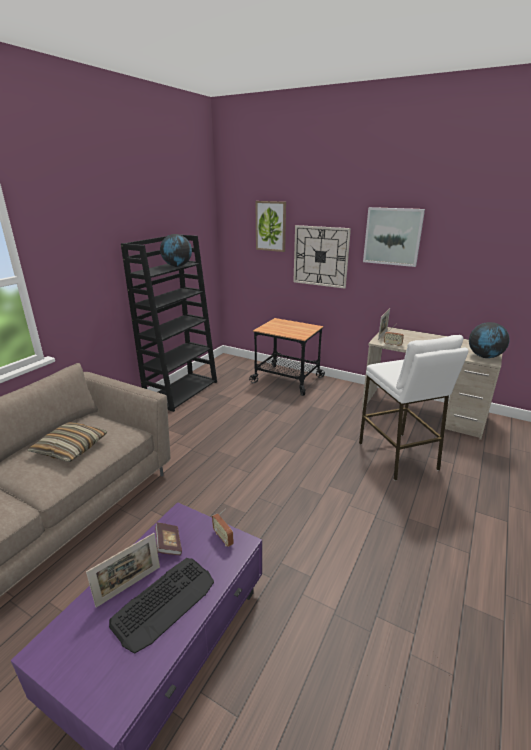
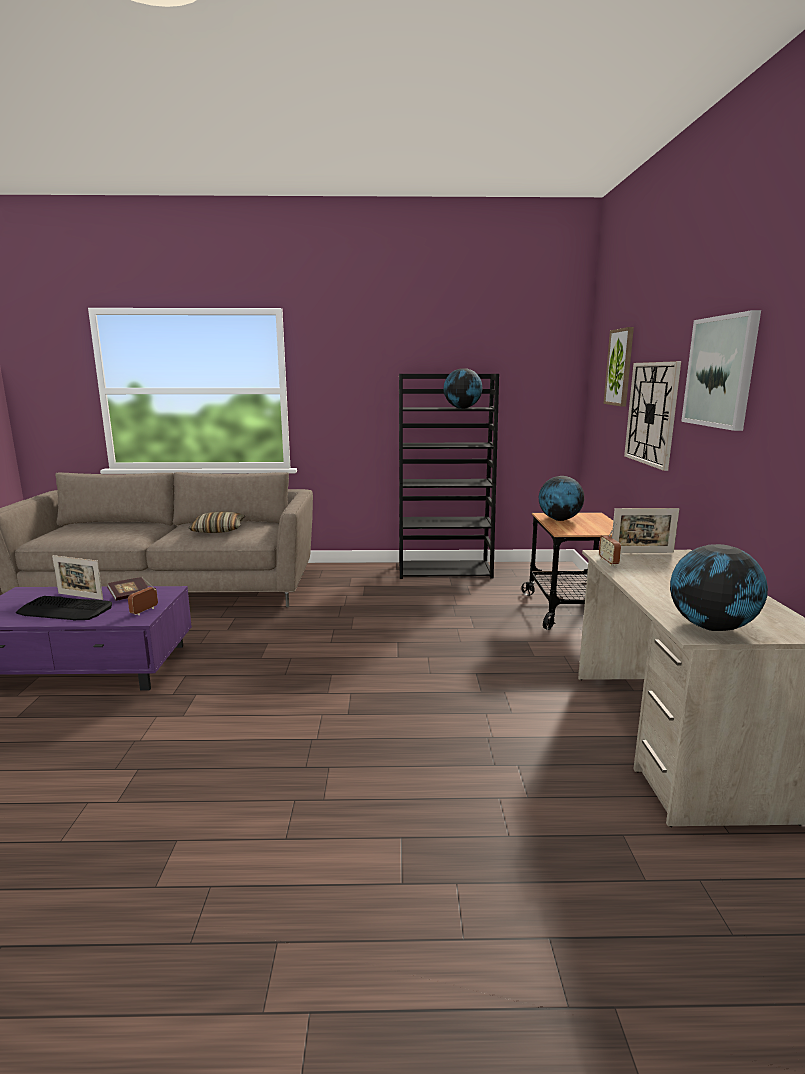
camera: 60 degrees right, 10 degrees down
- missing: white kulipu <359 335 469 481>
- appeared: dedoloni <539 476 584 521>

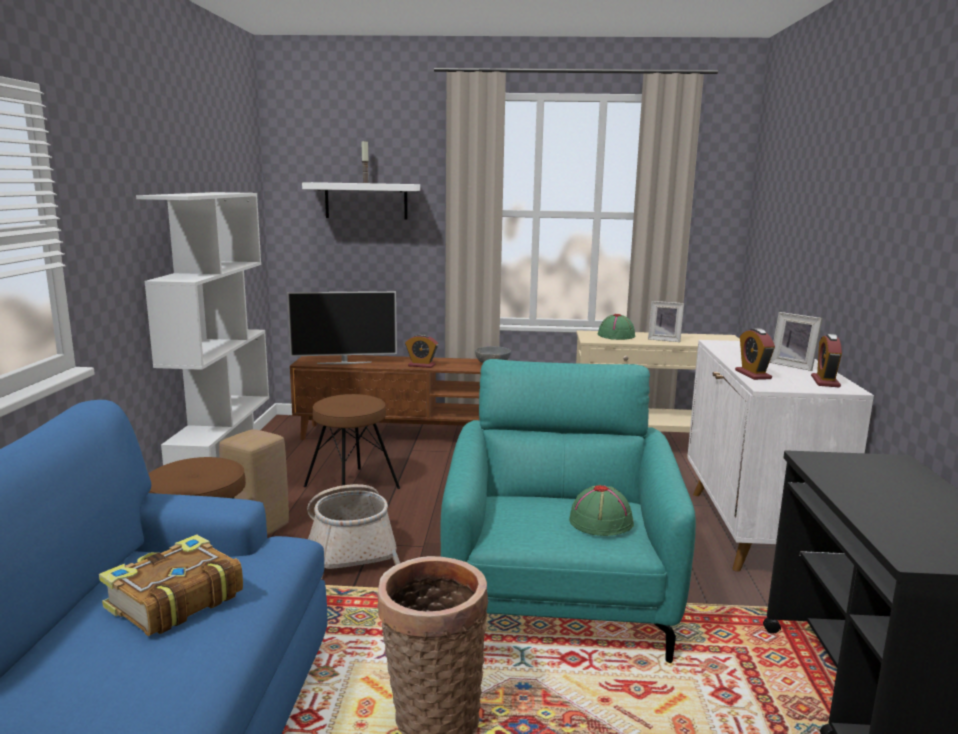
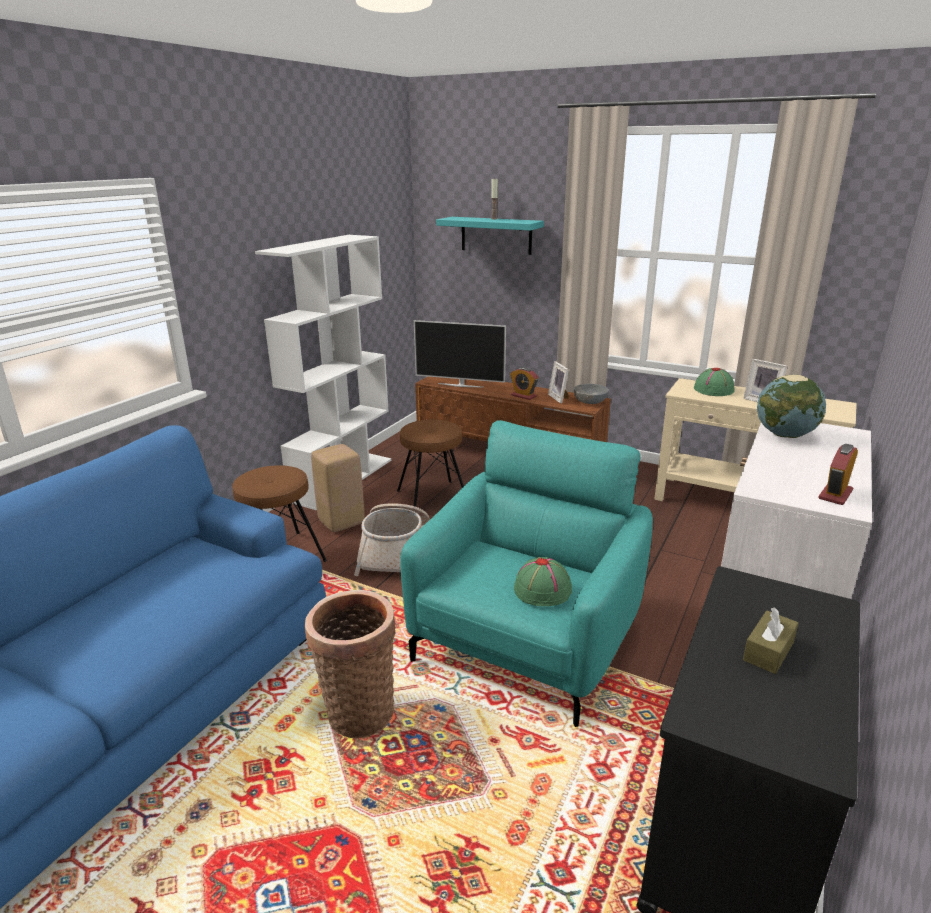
camera: 25 degrees right, 10 degrees up
- missing: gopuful <99 534 243 636>
- colour: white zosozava <302 182 420 220> to turquoise zosozava <436 217 544 255>
- missing: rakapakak <735 328 775 380>
- relocated: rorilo <769 312 823 371> to <548 361 569 404>
- appeared: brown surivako <743 607 798 674>
- appeared: dedoloni <757 375 826 438>

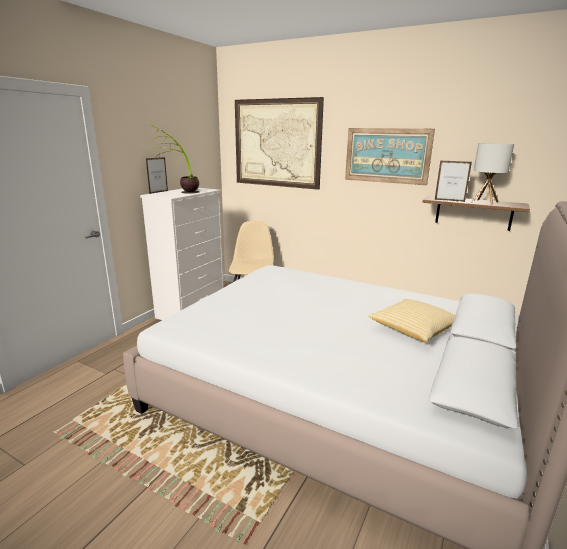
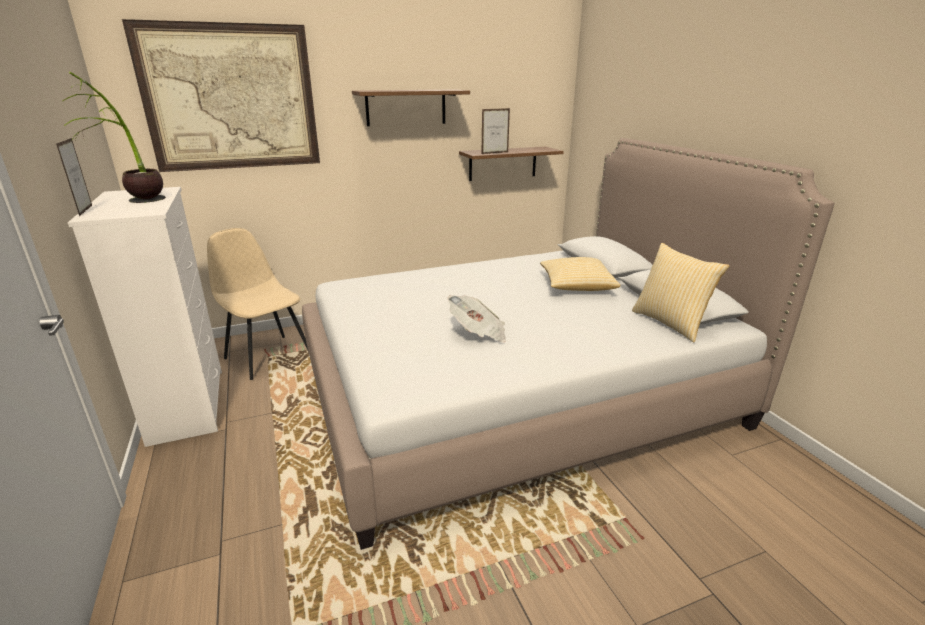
camera: 50 degrees left, 5 degrees up
- exchanged: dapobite <345 128 435 185> to zosozava <352 89 470 126>
- missing: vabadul <471 143 514 205>
- appeared: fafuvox <448 295 506 342>
- appeared: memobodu <632 243 730 342>

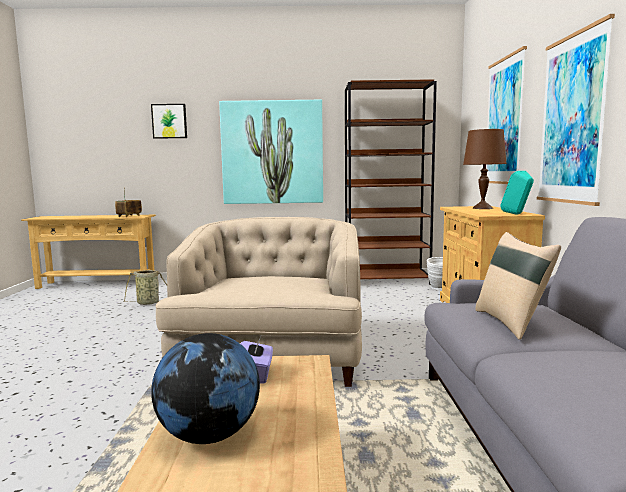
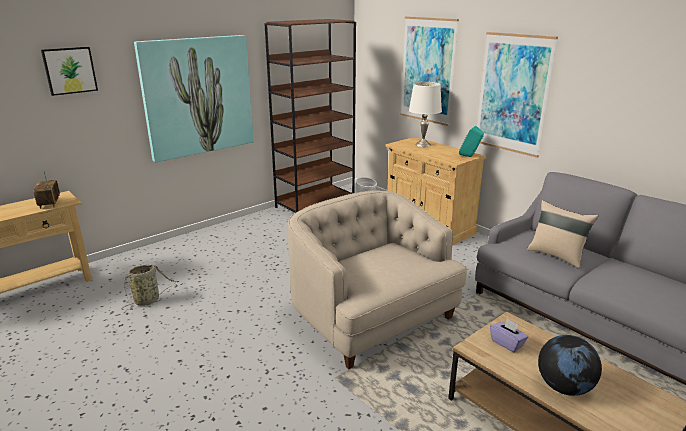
camera: 40 degrees left, 15 degrees up
- colour: brown vabadul <463 129 507 209> to white vabadul <409 82 442 147>

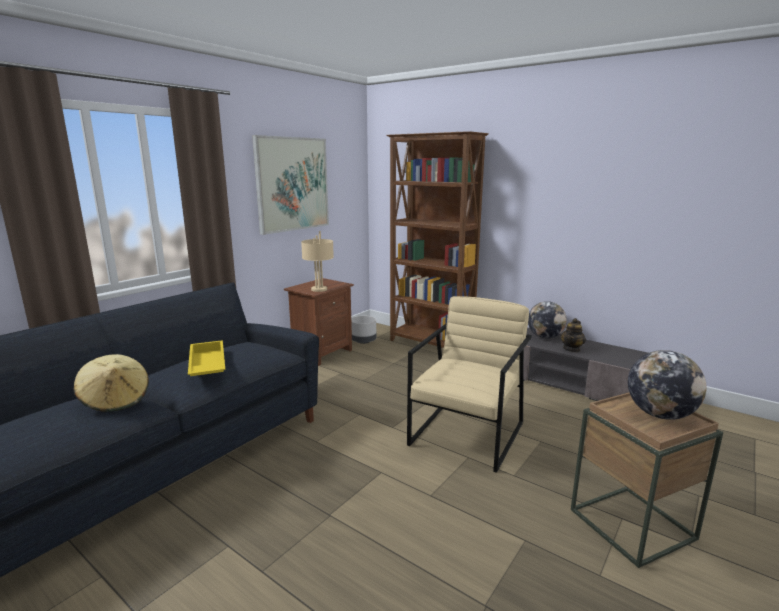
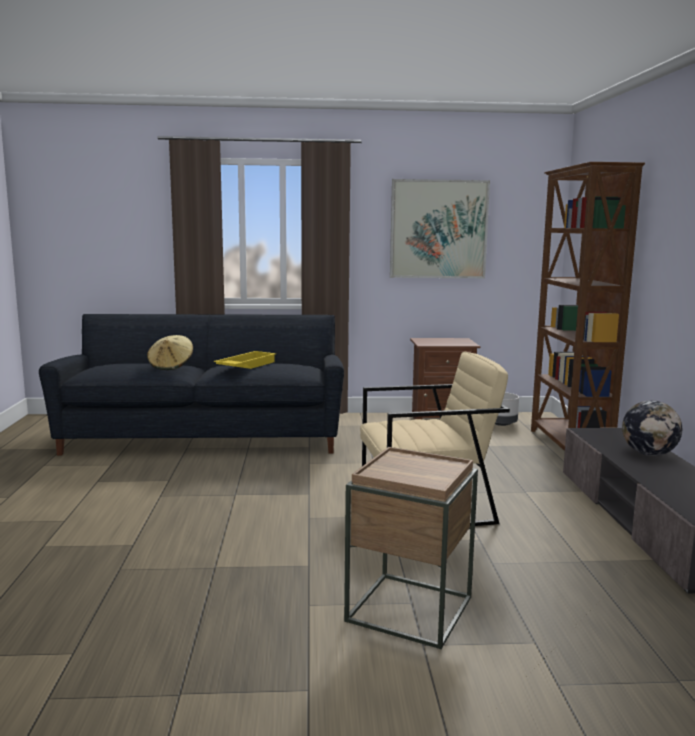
camera: 50 degrees right, 5 degrees down
- missing: beige vabadul <301 231 334 292>
- missing: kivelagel <560 318 586 353>
- missing: dedoloni <628 350 707 420>

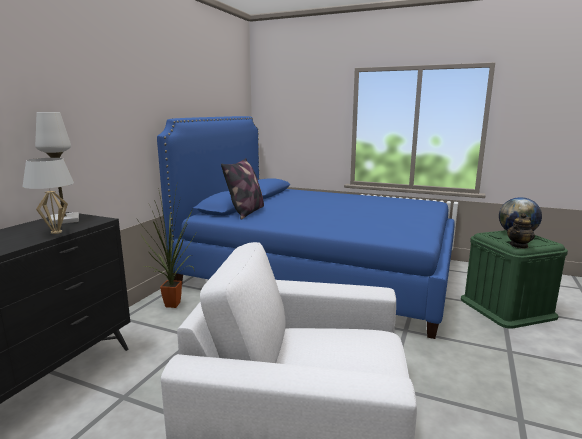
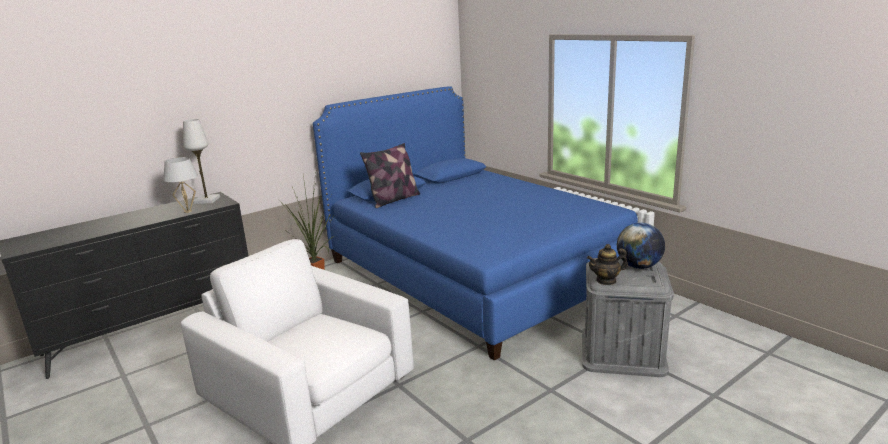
camera: 30 degrees right, 5 degrees up
- colour: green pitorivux <461 230 568 329> to grey pitorivux <582 258 674 377>

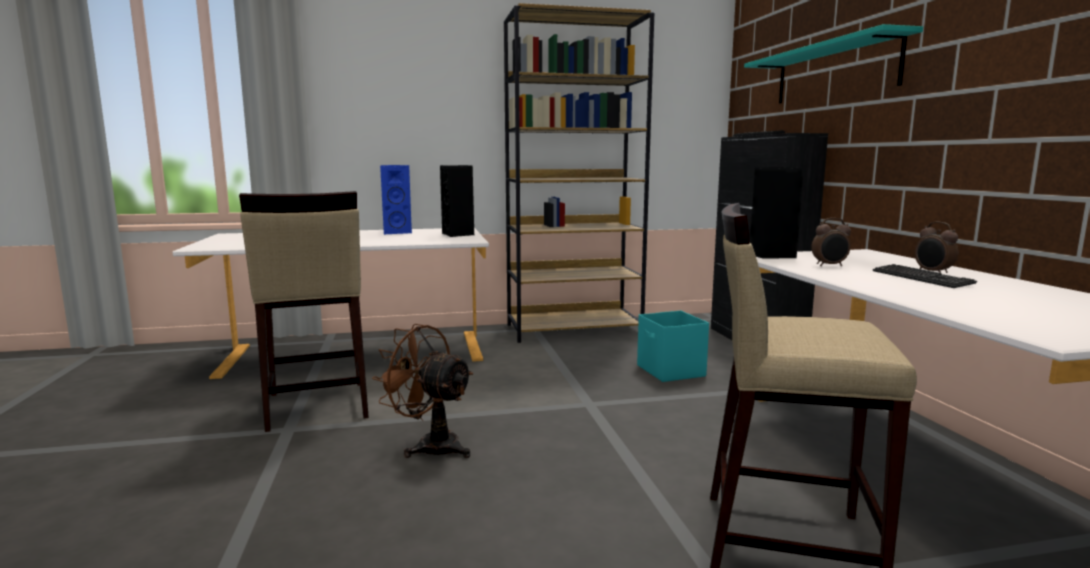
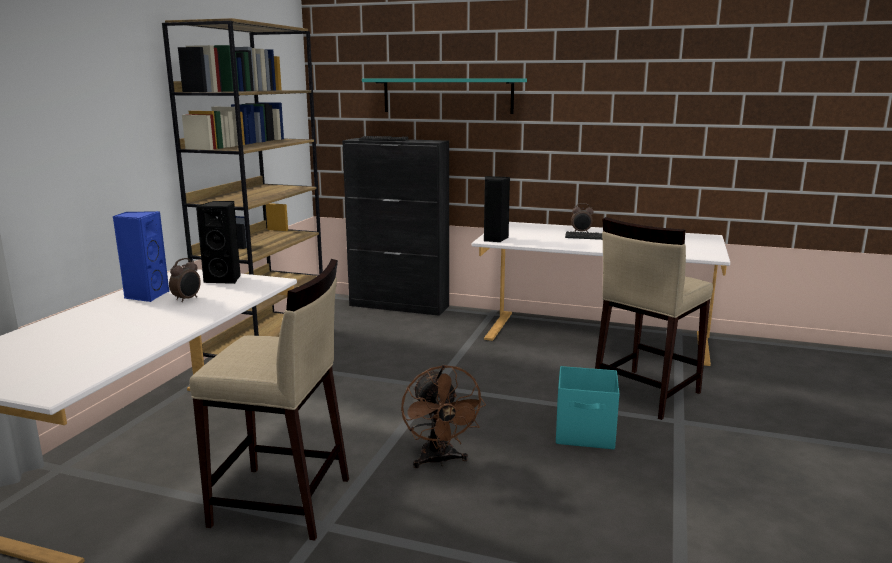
camera: 60 degrees left, 5 degrees up
- spun: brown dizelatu <372 324 473 458> = <401 365 486 468> 75 degrees counterclockwise
- relocated: turquoise pitorivux <637 311 709 382> to <556 366 620 449>
- relocated: rakapakak <811 218 851 266> to <169 258 201 302>

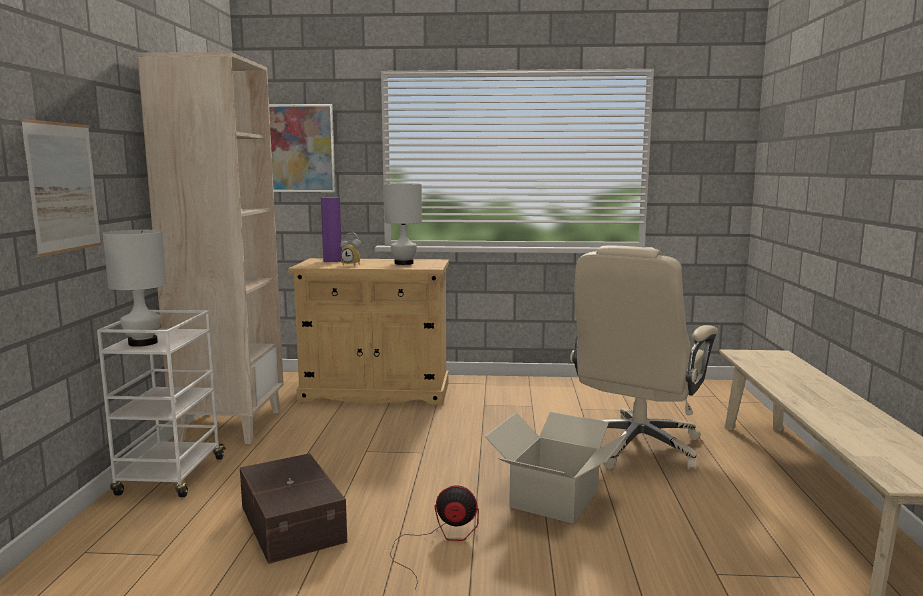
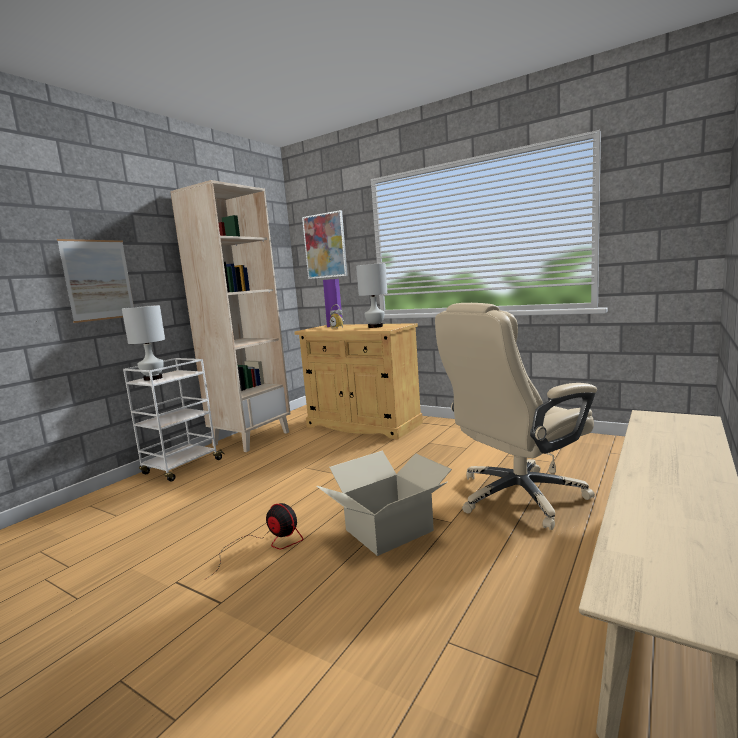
camera: 30 degrees right, 0 degrees up
- missing: brown pitorivux <240 453 347 564>

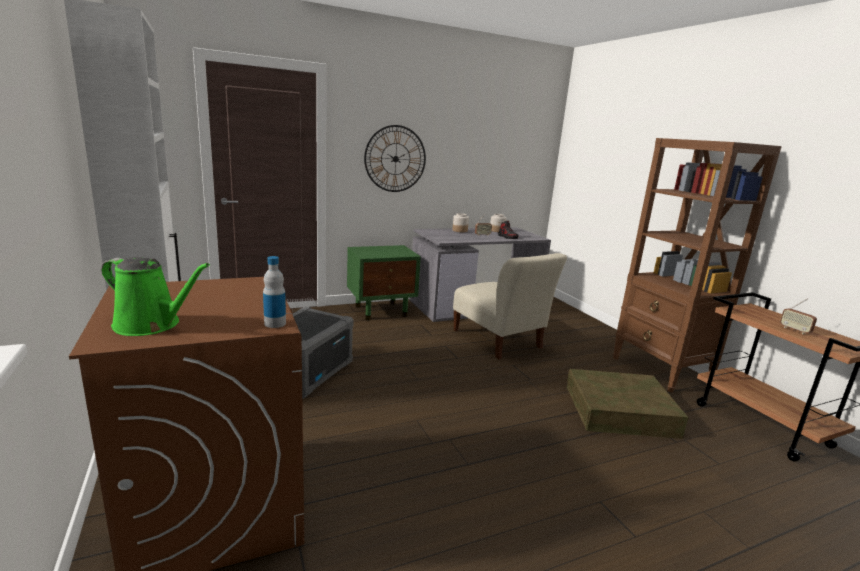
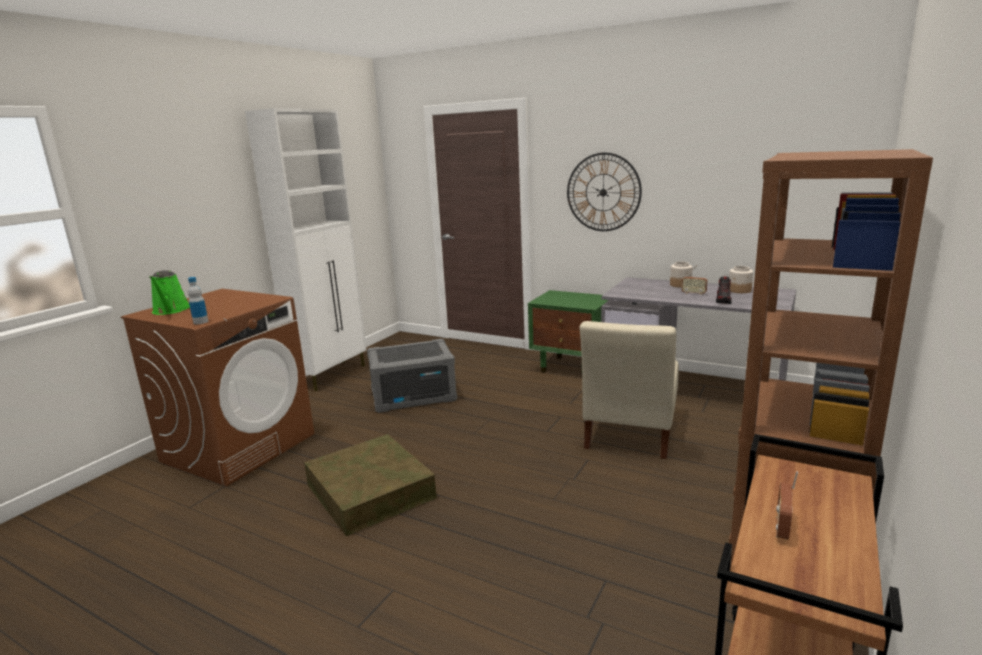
camera: 55 degrees right, 0 degrees up
- relocated: brown pitorivux <567 369 689 439> to <304 434 437 536>

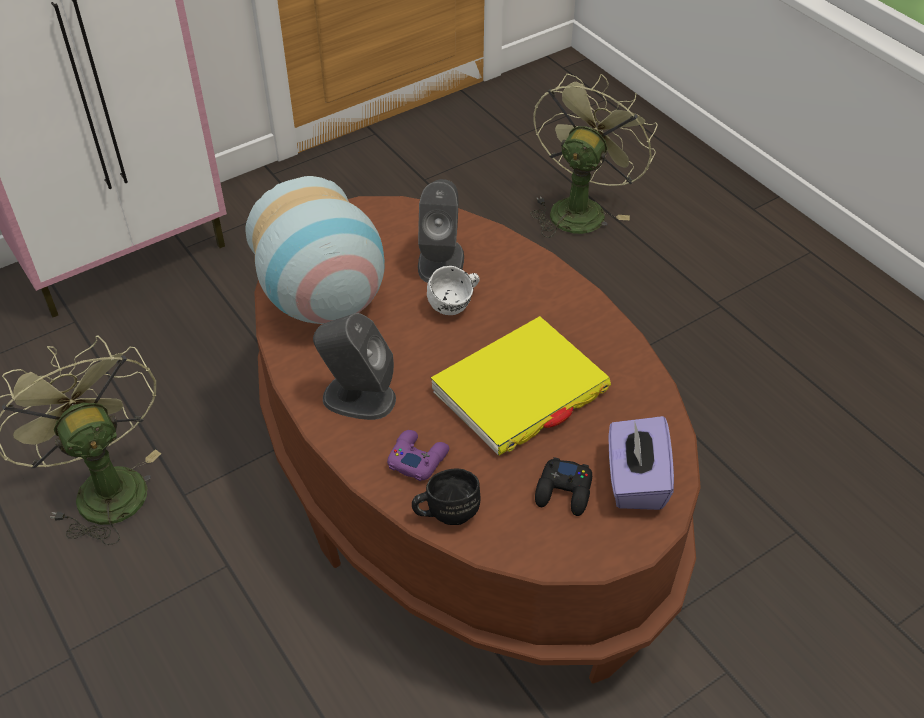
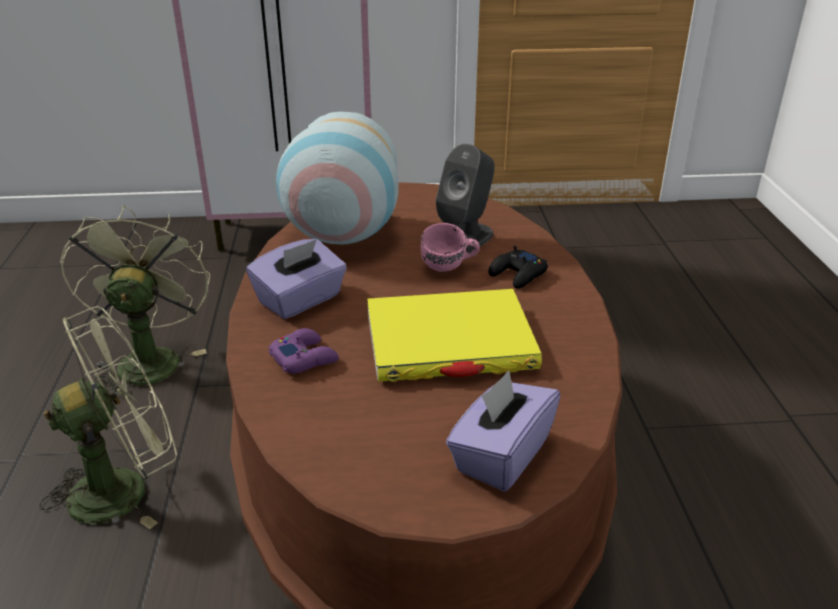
camera: 30 degrees right, 15 degrees down
- exchanged: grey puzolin <313 313 396 420> to purple surivako <246 239 347 319>
- missing: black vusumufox <412 468 481 525>
- colour: white vusumufox <427 266 480 315> to pink vusumufox <421 223 480 272>
- relocated: green dizelatu <530 74 657 238> to <39 306 177 529>
- relocated: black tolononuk <535 457 592 516> to <488 246 548 289>

